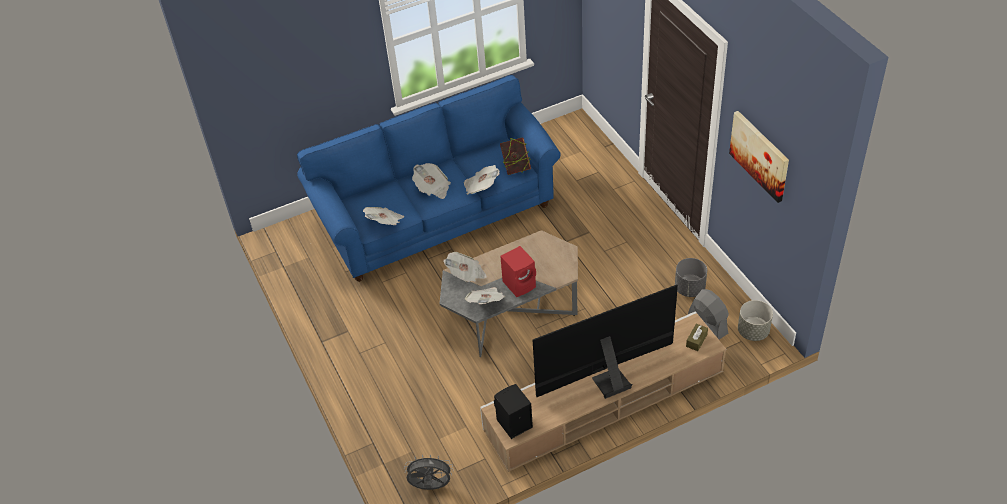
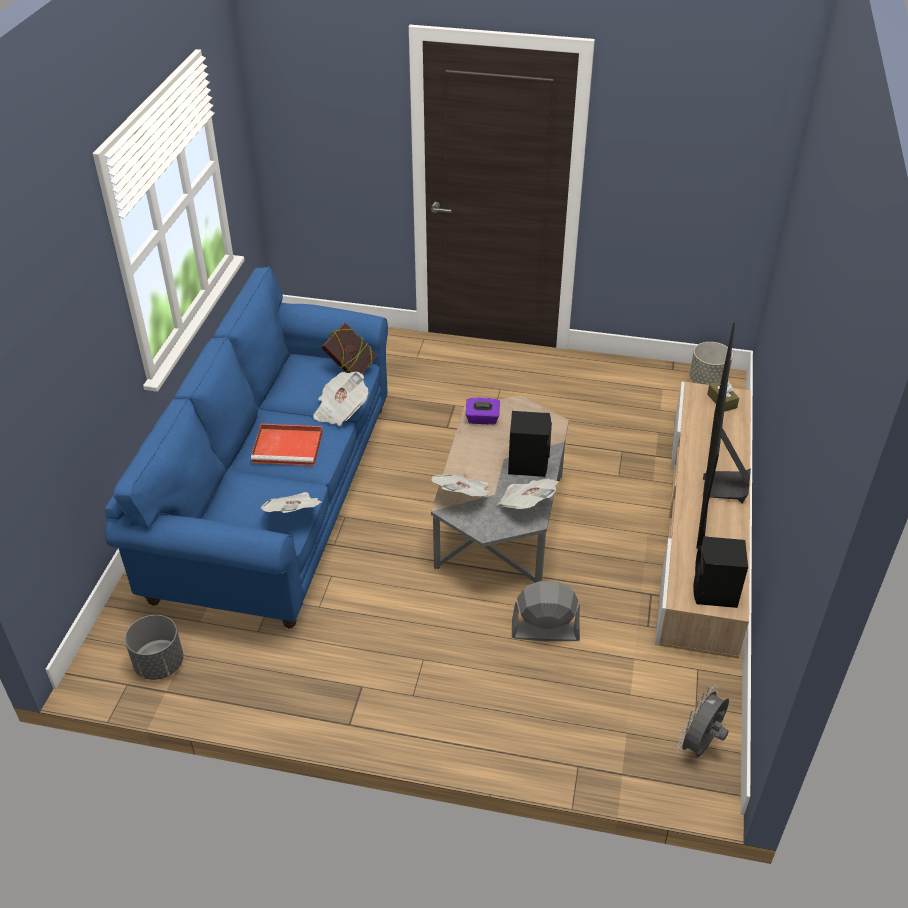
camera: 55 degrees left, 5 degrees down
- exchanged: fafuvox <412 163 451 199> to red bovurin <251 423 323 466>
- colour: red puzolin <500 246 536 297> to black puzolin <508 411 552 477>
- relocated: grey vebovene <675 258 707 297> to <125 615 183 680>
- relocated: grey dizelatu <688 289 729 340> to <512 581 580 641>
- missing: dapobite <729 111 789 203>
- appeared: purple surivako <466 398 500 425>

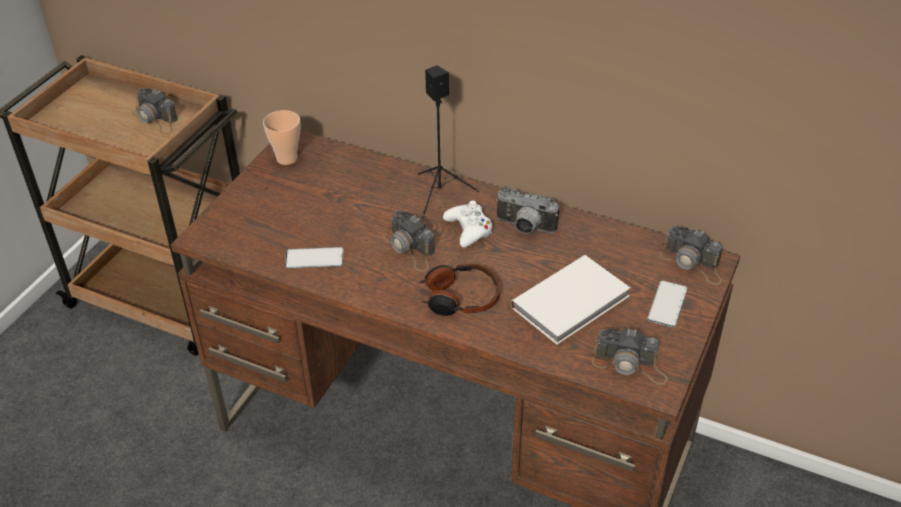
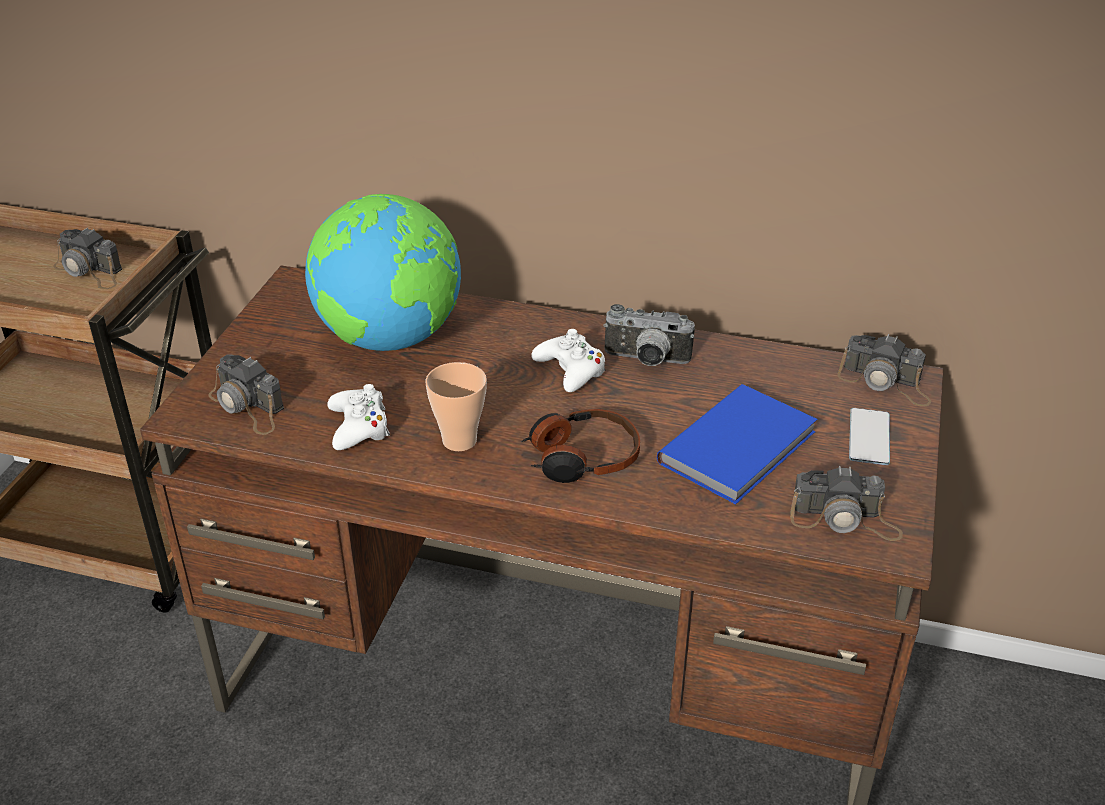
camera: 10 degrees left, 5 degrees down
- relocated: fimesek <263 110 301 165> to <425 362 487 451>
- exchanged: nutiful <285 247 343 268> to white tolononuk <327 384 390 450>
- relocated: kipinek <383 210 435 272> to <208 355 284 435>
- missing: black puzolin <418 65 479 217>
- colour: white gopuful <511 255 631 345> to blue gopuful <657 384 818 504>
- appeared: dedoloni <305 194 461 351>

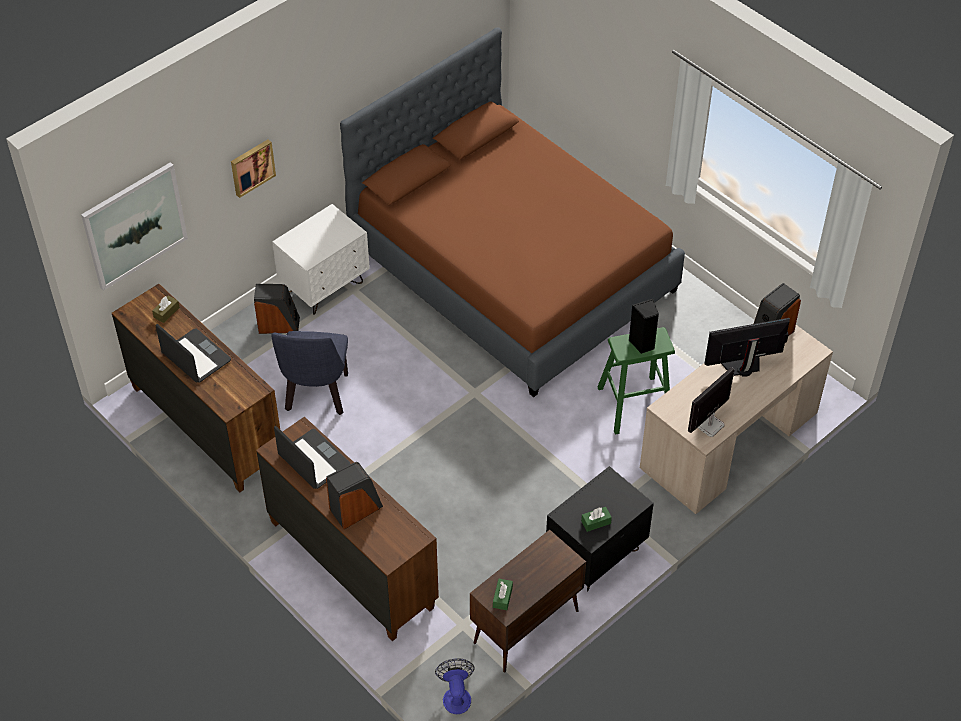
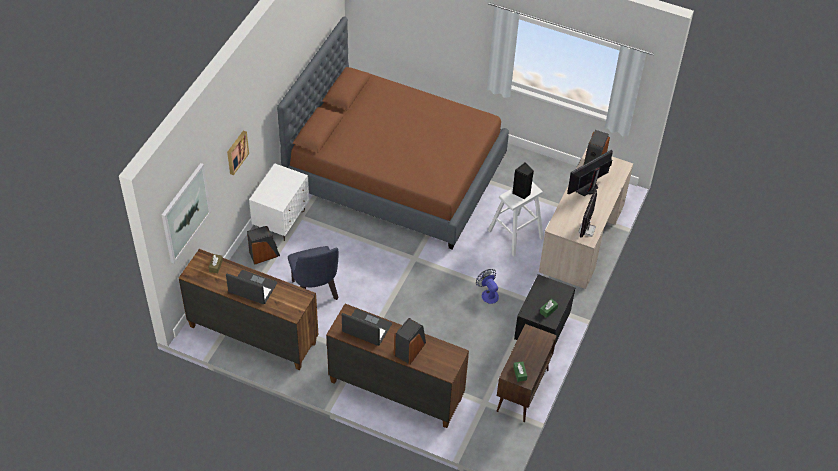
camera: 25 degrees left, 0 degrees up
- relocated: dizelatu <435 658 475 714> to <476 269 499 304>
- colour: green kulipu <598 327 675 435> to white kulipu <488 182 544 257>

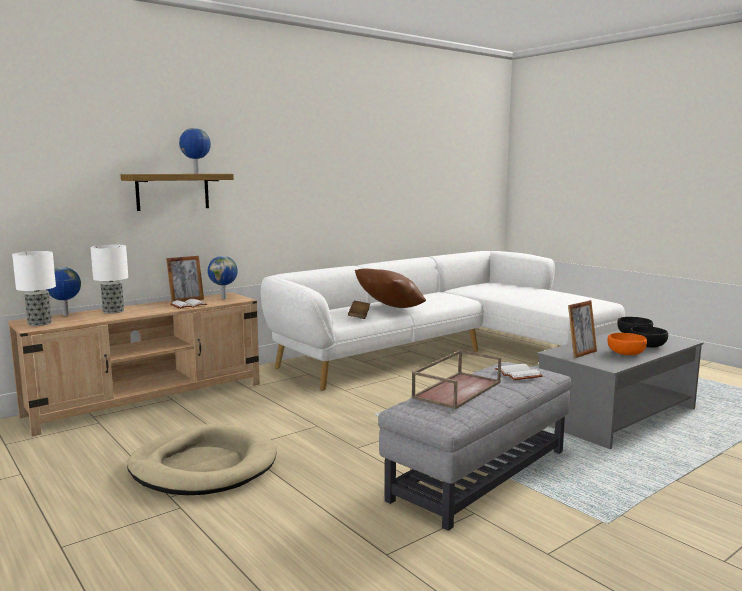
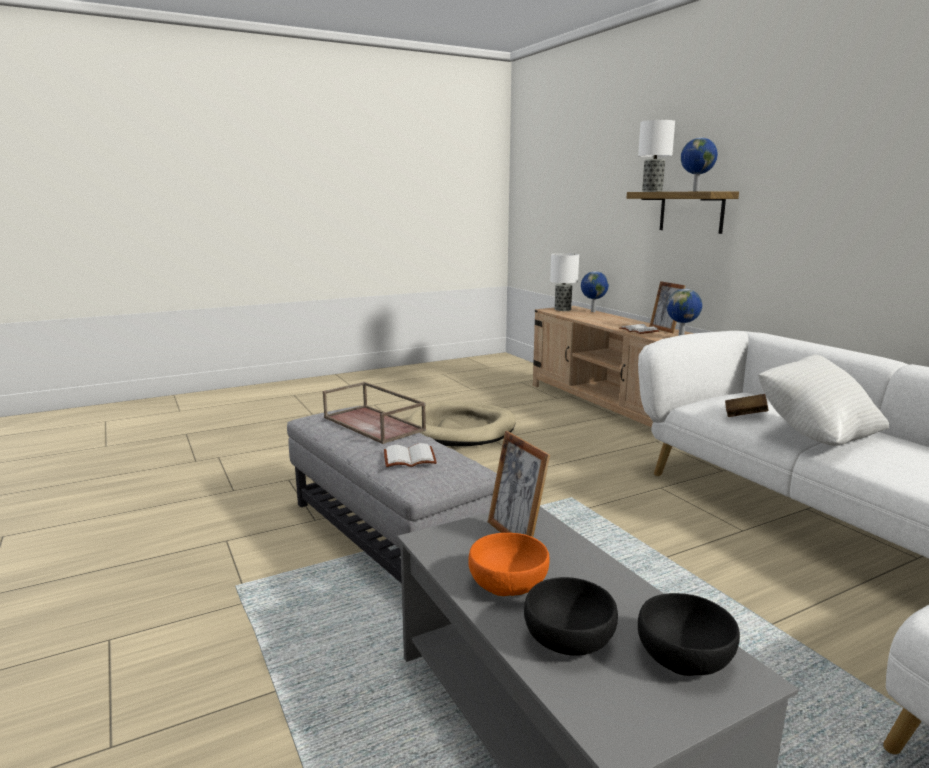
camera: 100 degrees right, 5 degrees up
- relocated: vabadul <90 245 128 314> to <638 120 675 192>
- colour: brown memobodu <355 268 426 308> to white memobodu <758 354 889 446>

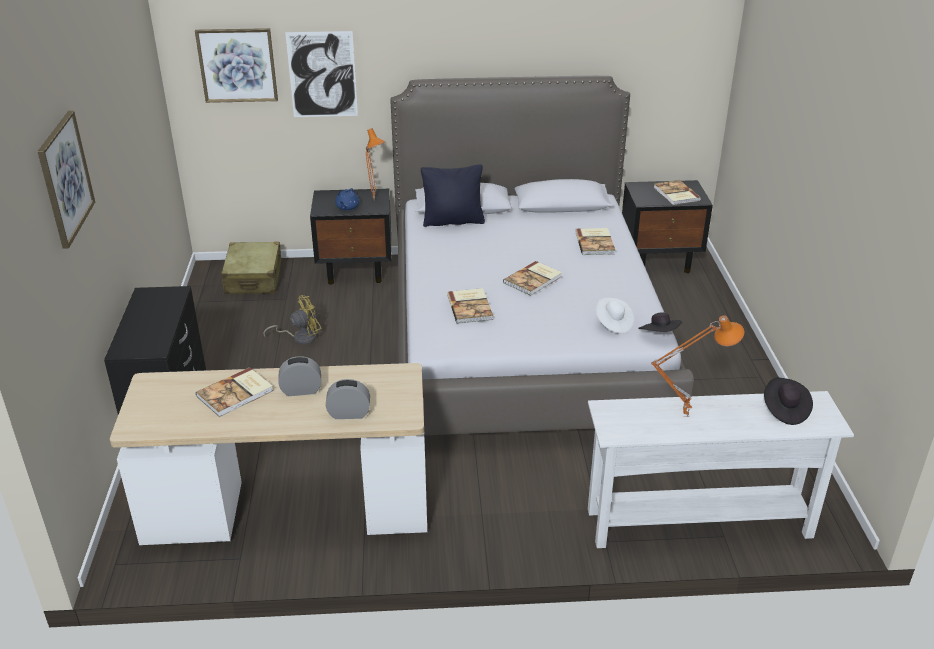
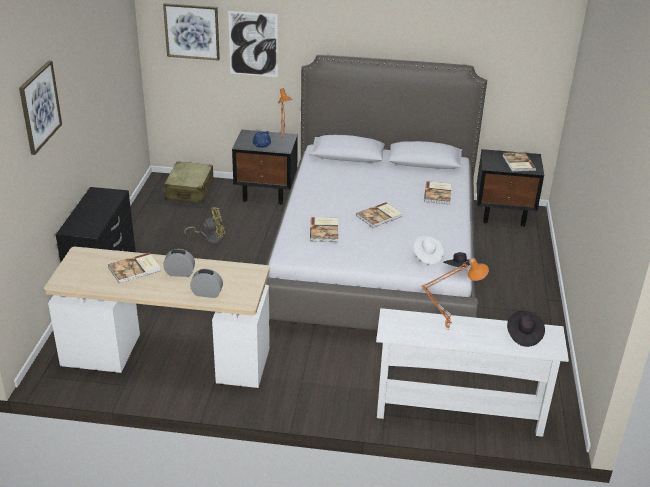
camera: 10 degrees right, 0 degrees up
- missing: black memobodu <421 164 485 227>

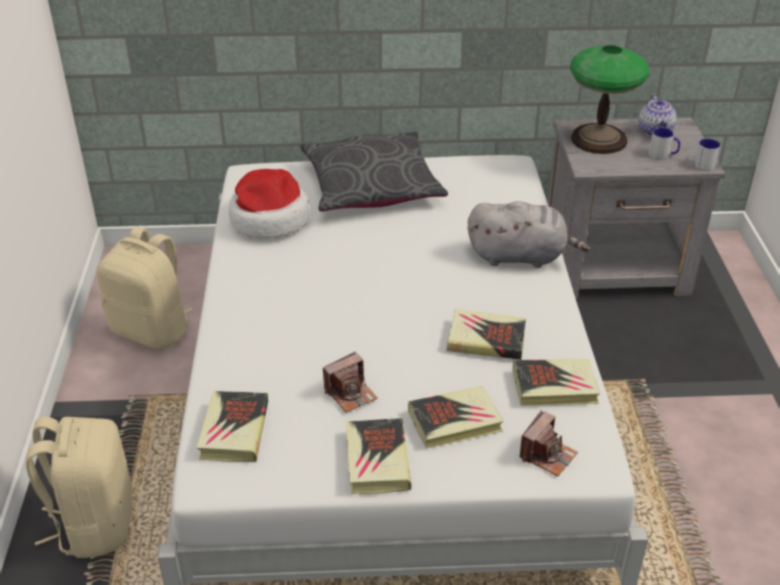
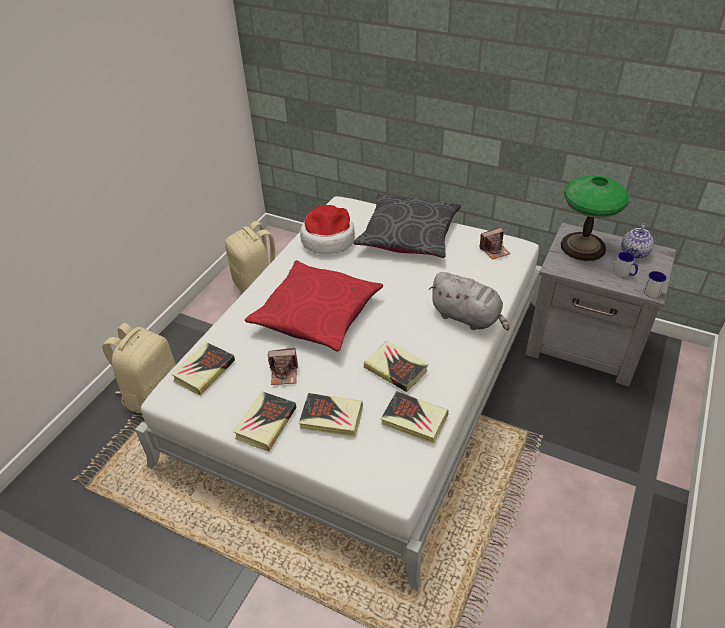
camera: 30 degrees right, 5 degrees up
- relocated: kipinek <519 410 578 476> to <479 227 510 260>
- appeared: red memobodu <245 260 383 352>

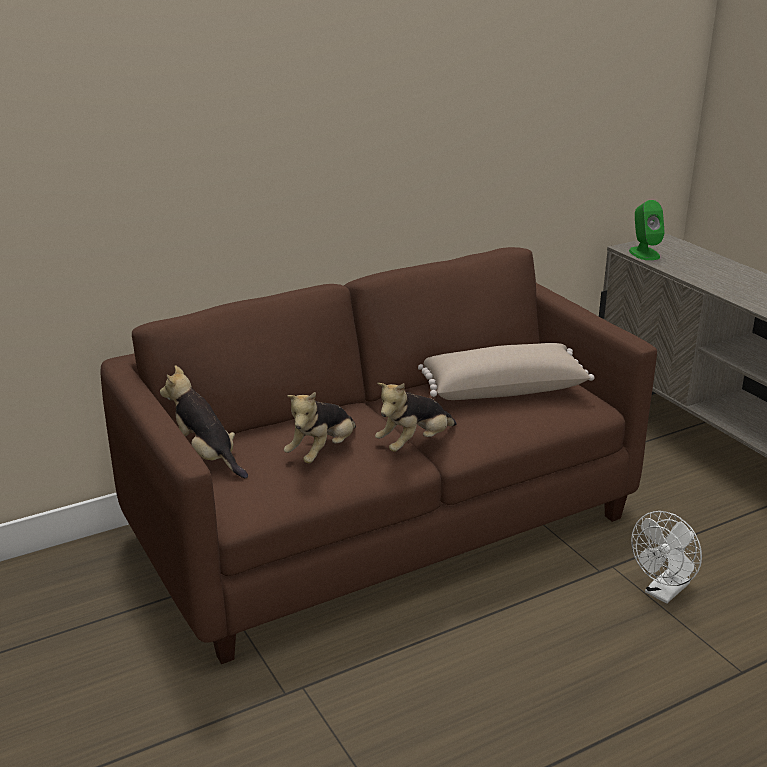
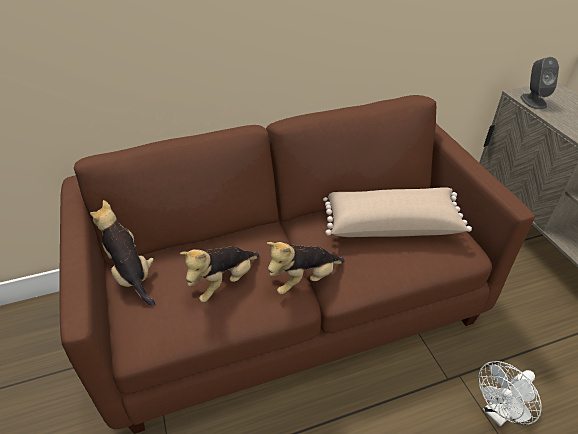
camera: 10 degrees right, 15 degrees up
- colour: green puzolin <629 200 665 260> to grey puzolin <520 57 559 109>

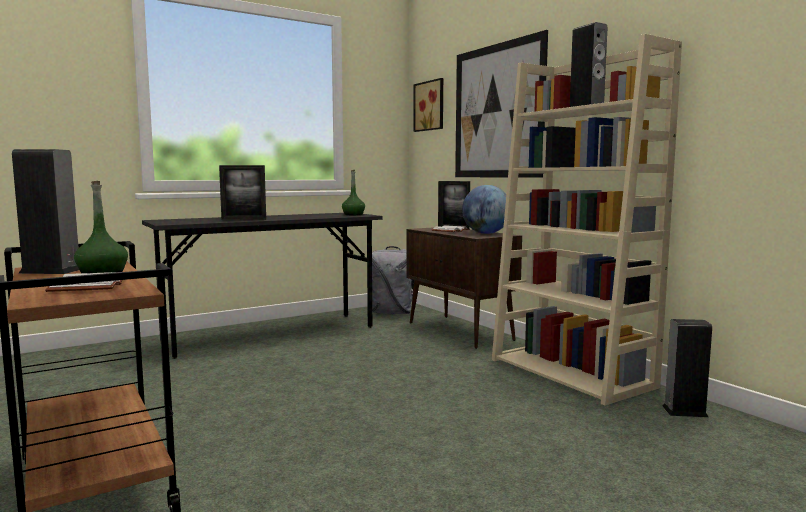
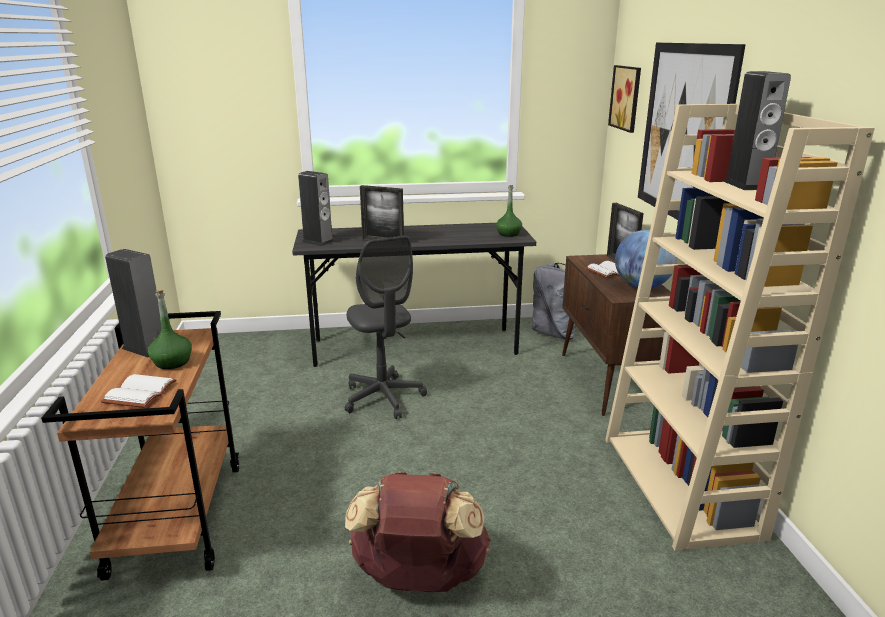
camera: 25 degrees right, 15 degrees up
- relocated: puzolin <662 319 712 417> to <298 171 334 246>
- appeared: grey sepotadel <345 236 427 419>
- appeared: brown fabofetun <345 471 490 592>

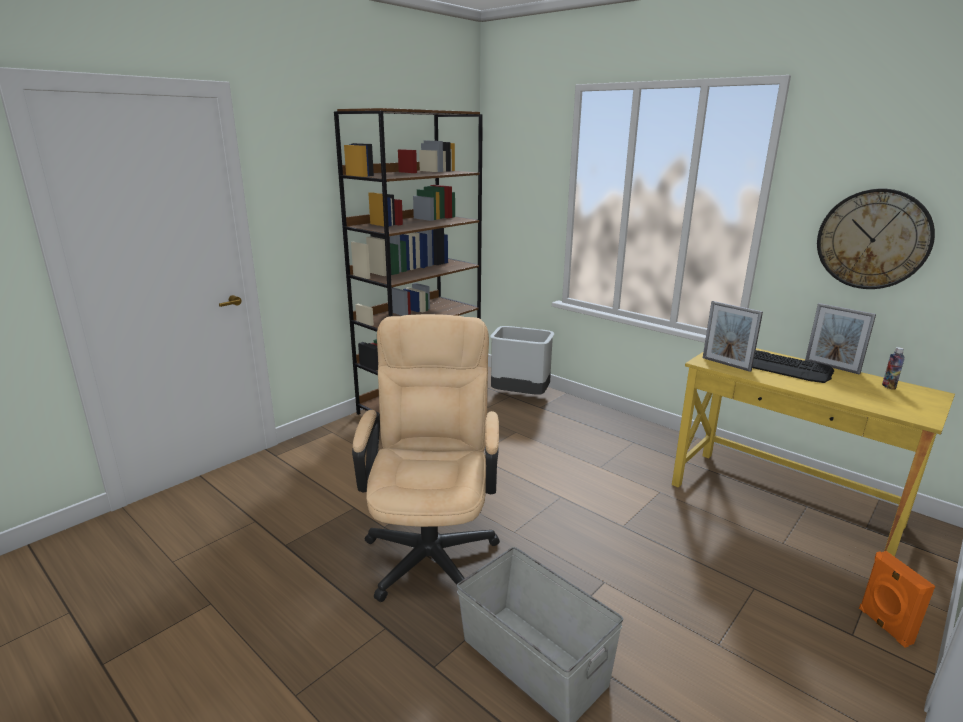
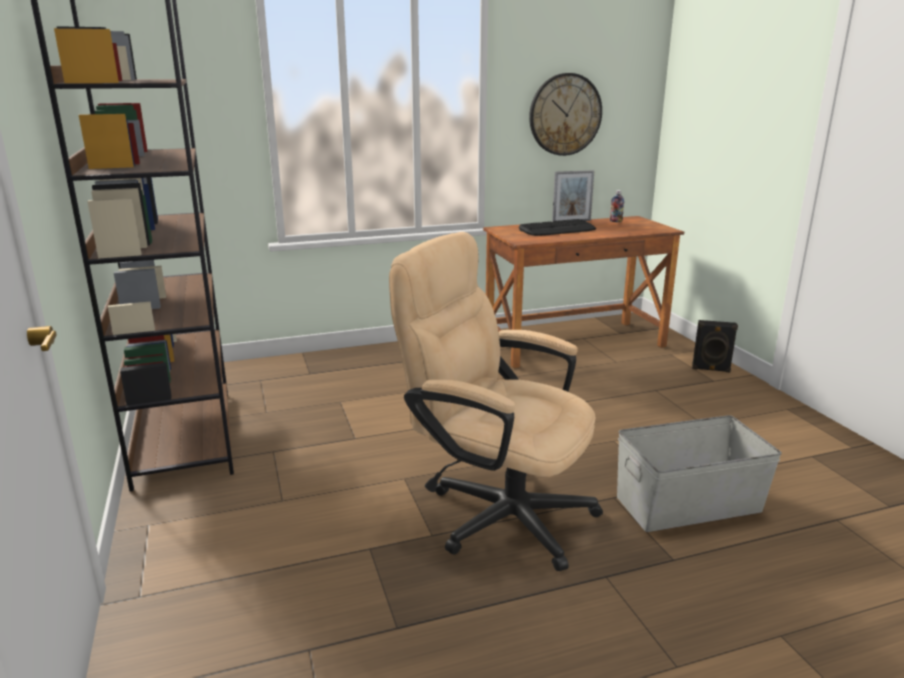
camera: 60 degrees left, 0 degrees up
- missing: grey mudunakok <490 326 554 395>
- colour: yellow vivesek <672 348 955 557> to brown vivesek <483 216 684 368>
- missing: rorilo <703 301 763 372>
- colour: orange puzolin <859 551 935 648> to black puzolin <692 320 738 372>

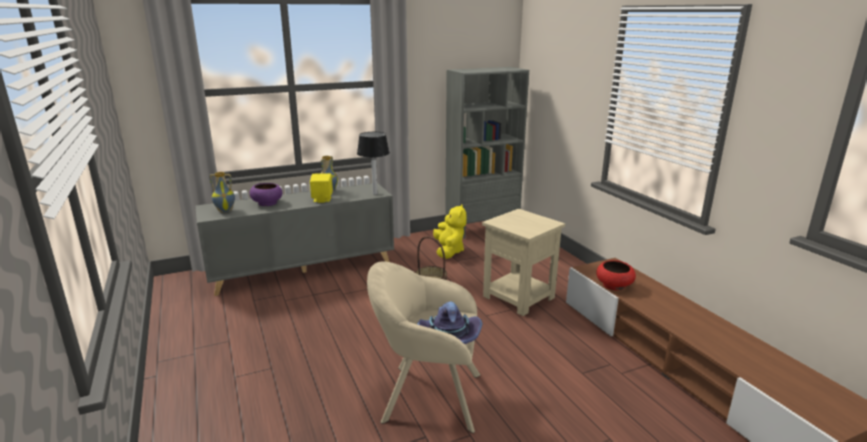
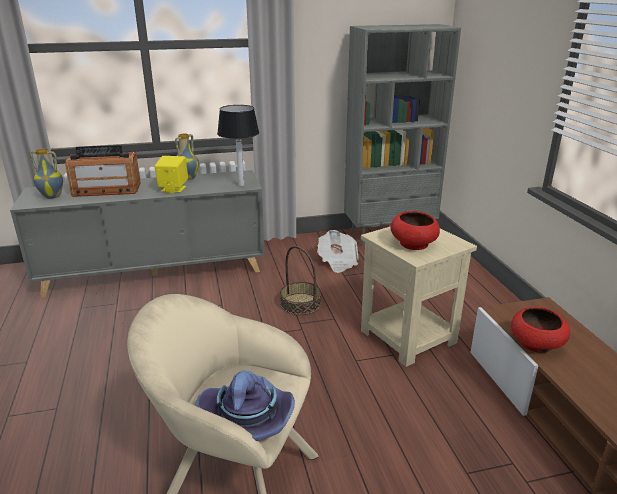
camera: 10 degrees right, 5 degrees up
- exchanged: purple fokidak <250 183 282 206> to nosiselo <65 145 141 197>
- exchanged: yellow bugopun <433 204 467 259> to fafuvox <317 230 358 273>
- appeared: red fokidak <390 211 440 250>

